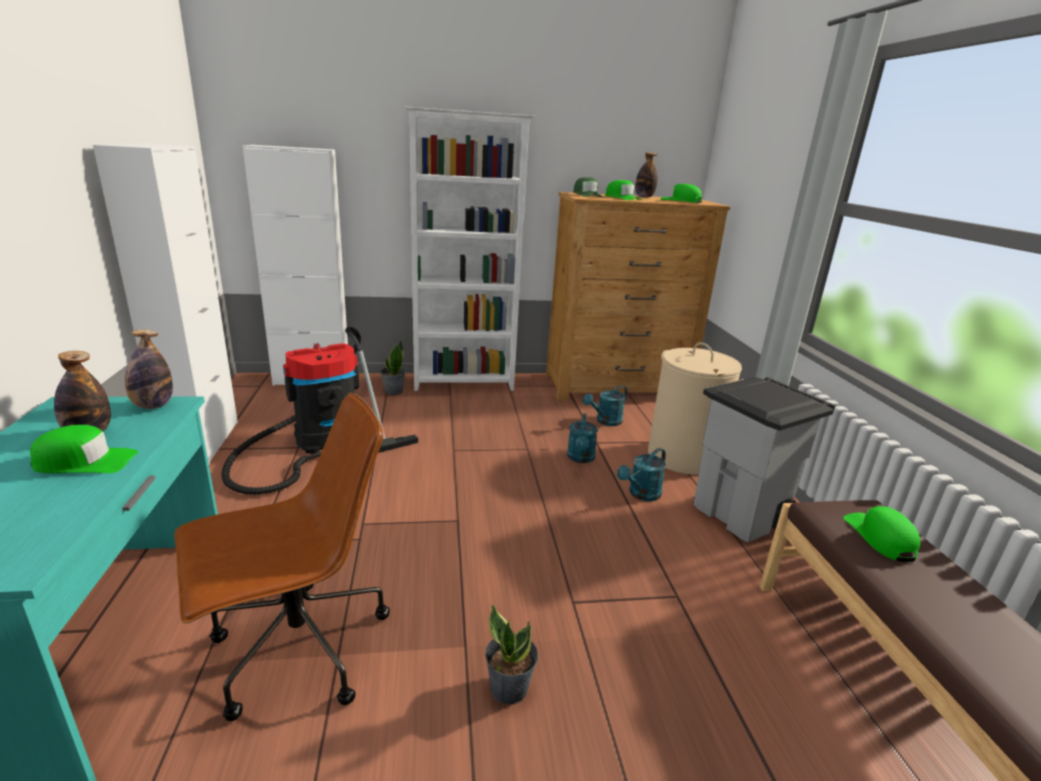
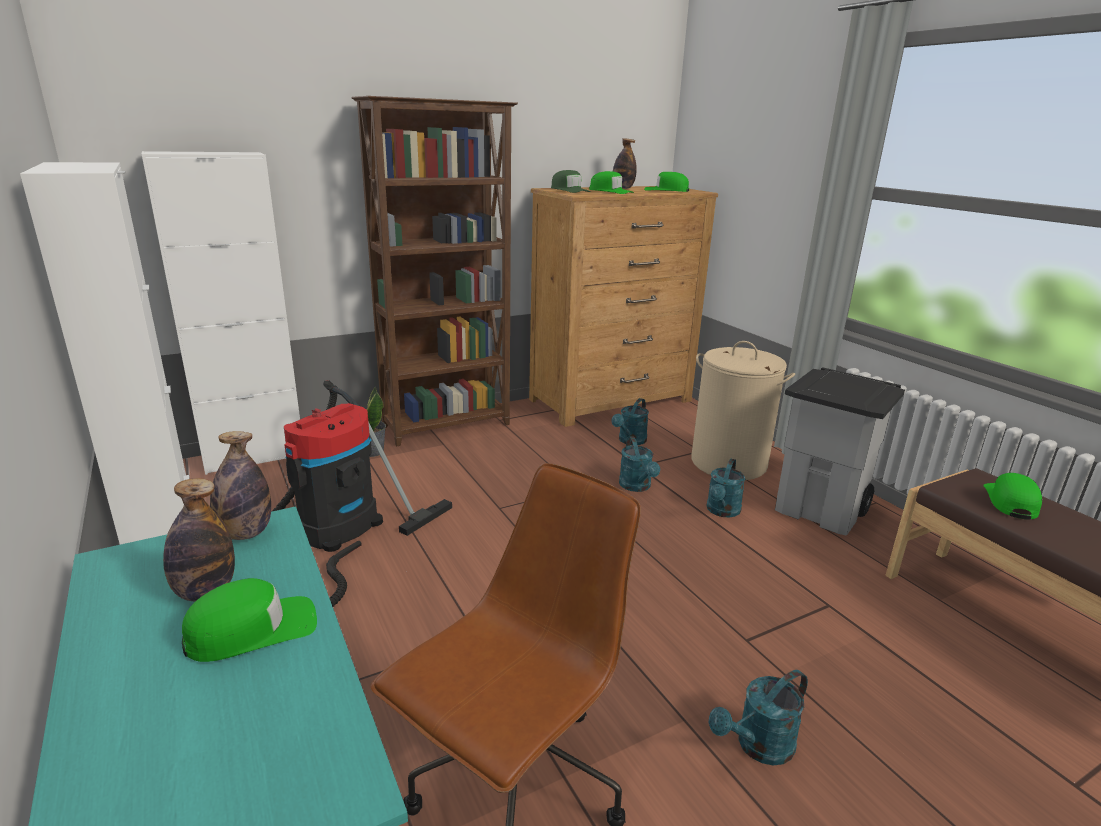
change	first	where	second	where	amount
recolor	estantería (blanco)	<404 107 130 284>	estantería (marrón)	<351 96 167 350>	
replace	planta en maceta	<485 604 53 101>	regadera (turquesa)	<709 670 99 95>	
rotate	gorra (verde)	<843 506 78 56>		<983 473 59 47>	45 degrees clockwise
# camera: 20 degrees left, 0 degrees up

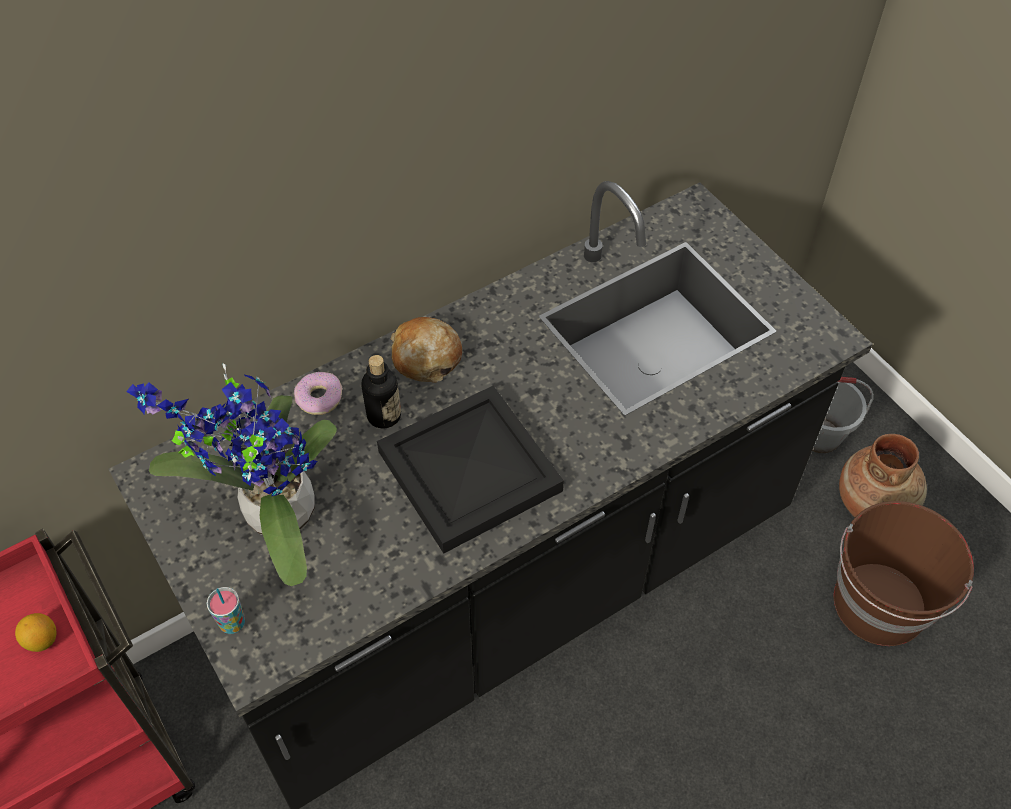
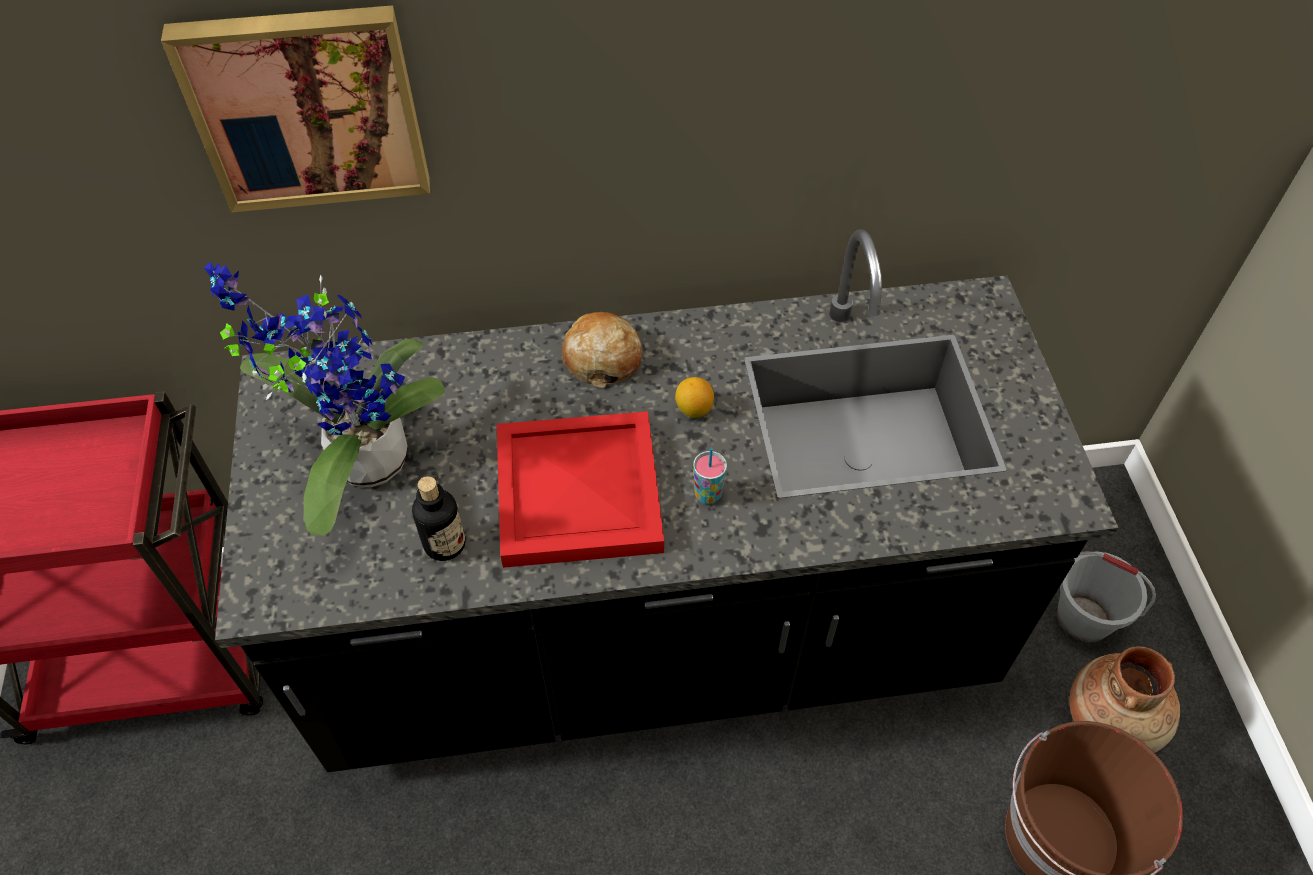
change	first	where	second	where	amount
move	limón	<15 613 42 39>		<675 377 39 41>	
move	taza	<207 587 38 47>		<693 448 34 56>	
delete	rosquilla	<294 372 49 43>			
move	botella	<361 355 40 73>		<412 476 53 85>	
recolor	bandeja (negro)	<377 386 187 167>	bandeja (rojo)	<497 411 167 157>	
insert			cuadro	<161 5 269 208>	
# camera: 25 degrees right, 0 degrees up

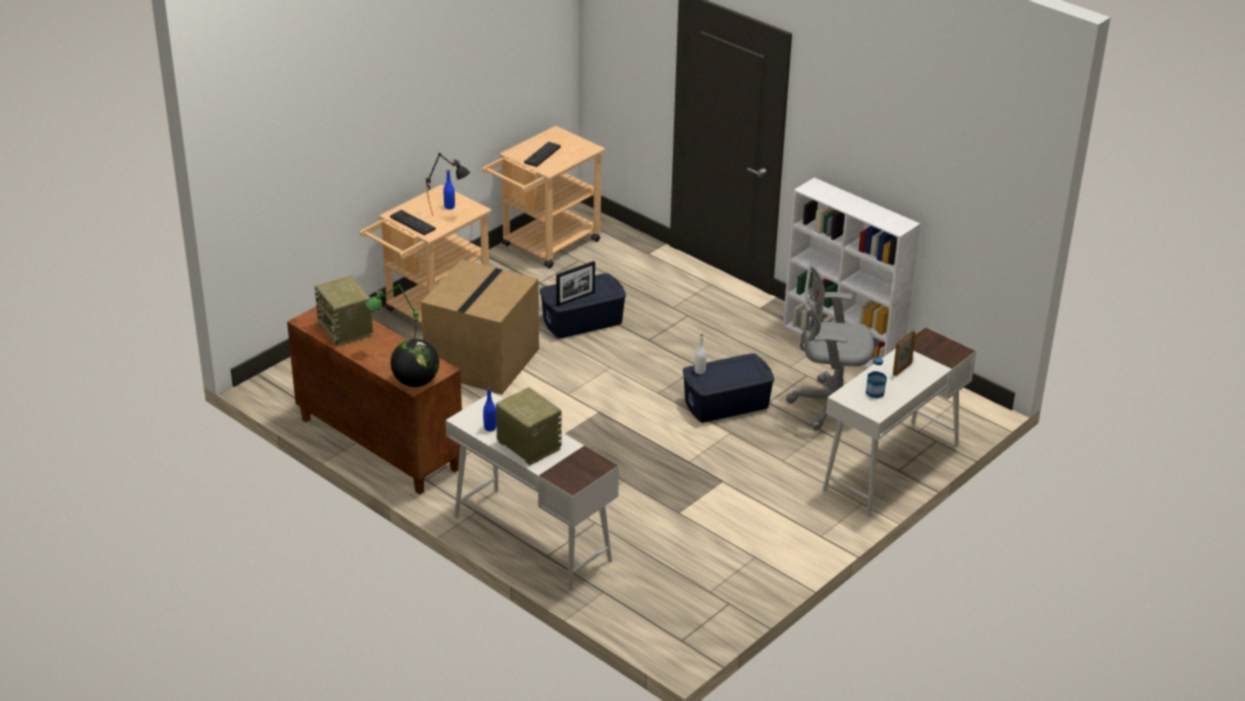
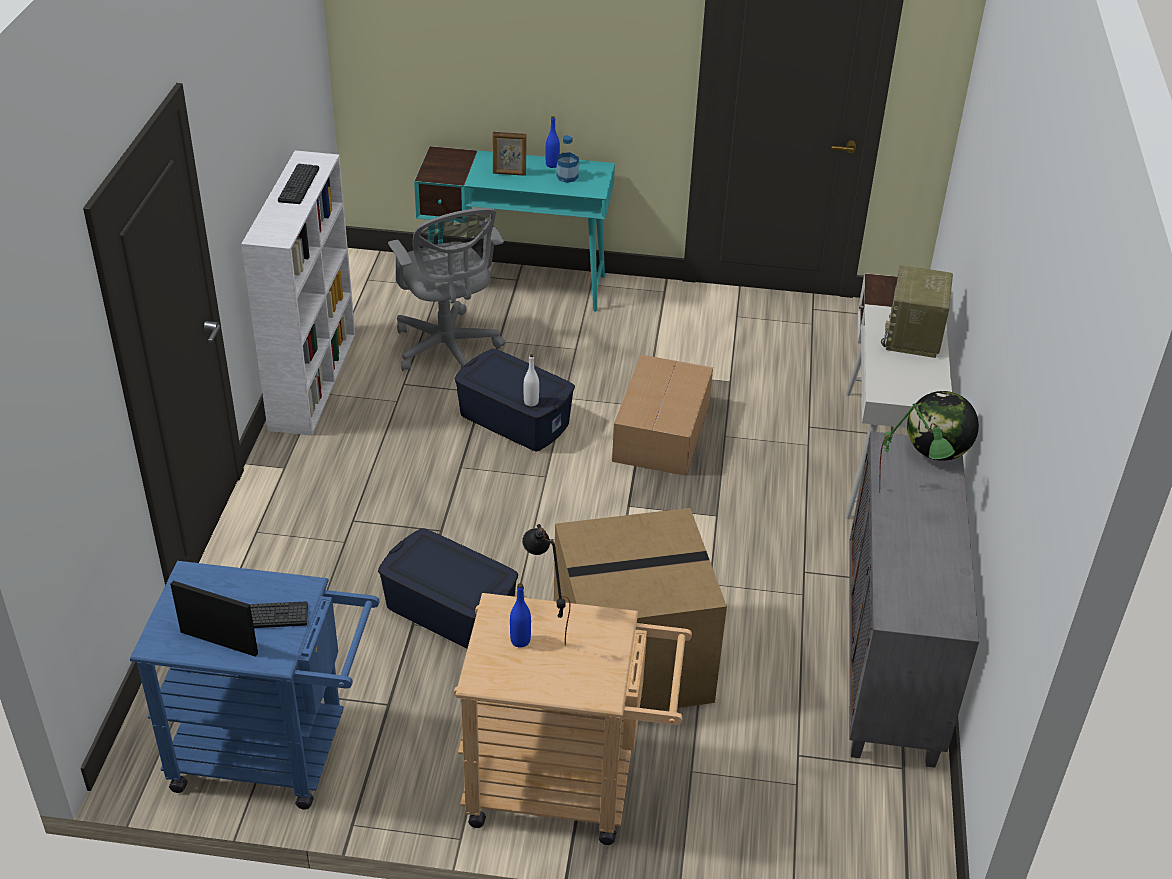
change	first	where	second	where	amount
recolor	armario (marrón)	<287 307 175 188>	armario (gris)	<849 431 130 337>	
delete	radio	<315 276 58 70>			
move	teclado	<390 210 46 25>		<278 164 41 40>	
recolor	carrito (beis)	<482 126 123 142>	carrito (azul)	<130 561 249 249>	
move	botella (azul)	<483 387 13 44>		<546 116 14 52>	
move	portarretratos	<556 261 39 45>		<170 581 88 76>	
recolor	escritorio (blanco)	<823 327 153 189>	escritorio (turquesa)	<414 146 201 166>	
insert			caja de cartón	<612 355 101 121>	
# camera: 125 degrees left, 5 degrees up

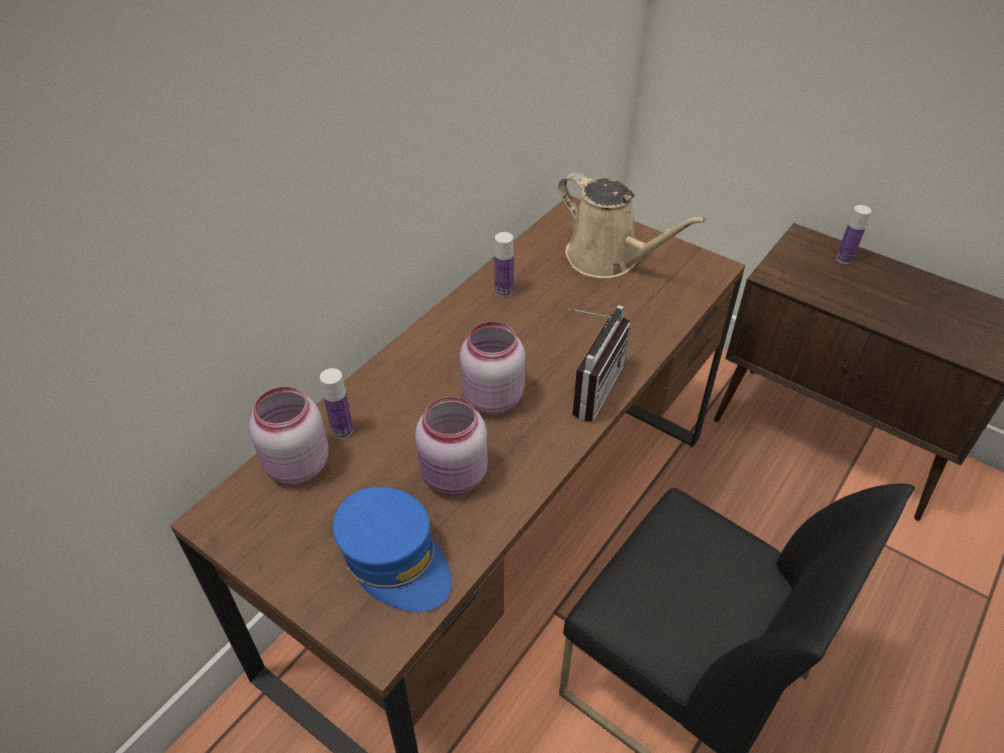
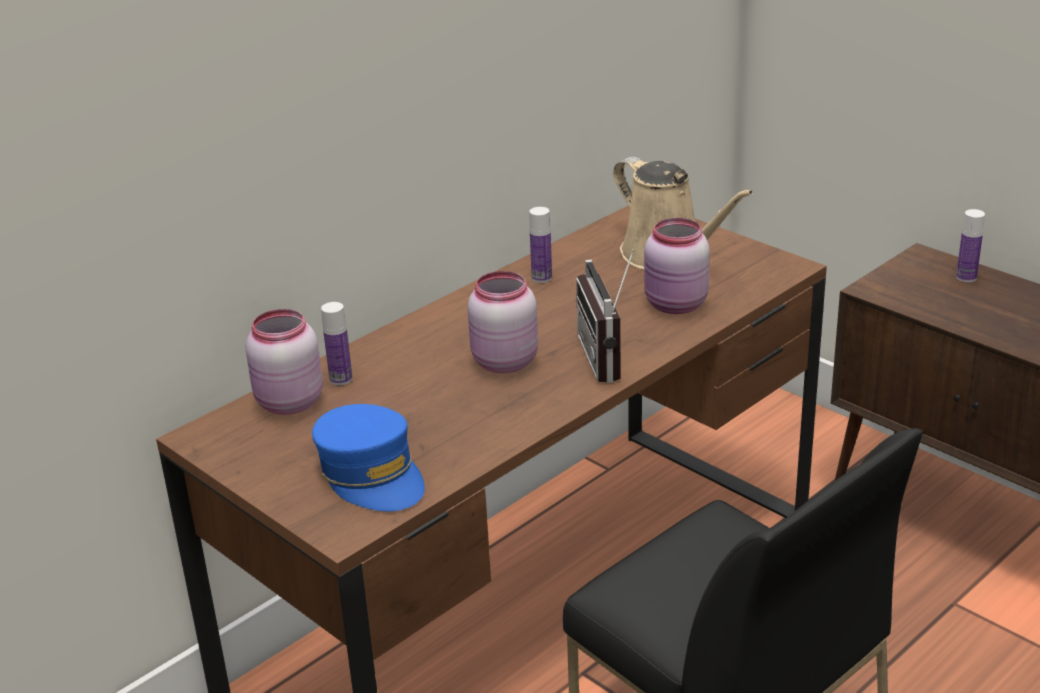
change	first	where	second	where	amount
move	tarro (rosa)	<415 397 73 99>		<644 218 66 96>	
rotate	radio	<568 305 62 117>		<576 249 58 134>	135 degrees clockwise
# camera: 10 degrees right, 15 degrees down

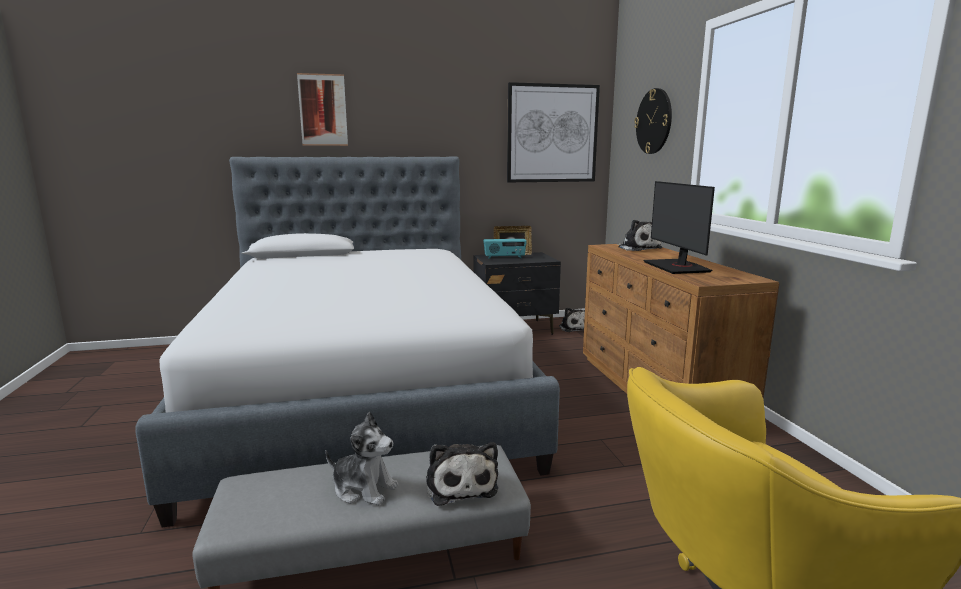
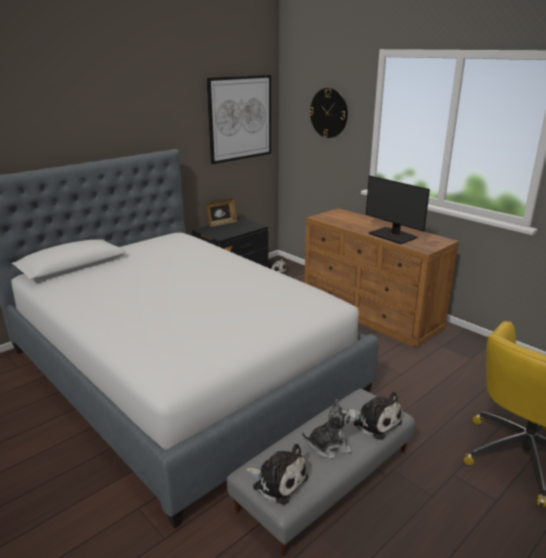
change	first	where	second	where	amount
delete	cuadro	<297 73 51 73>			
delete	radio	<483 239 44 20>			
move	peluche	<617 220 46 31>		<246 443 62 62>	
# camera: 30 degrees left, 10 degrees up

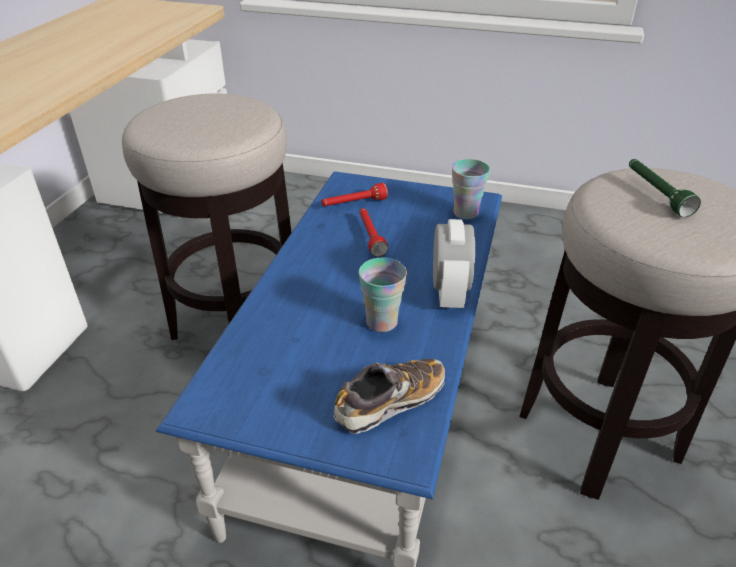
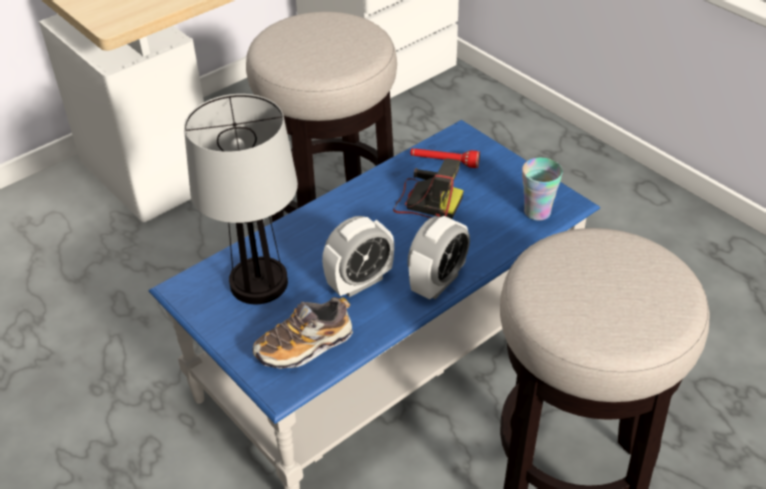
change	first	where	second	where	amount
rotate	zapato	<333 359 112 75>		<252 297 101 72>	150 degrees clockwise
replace	linterna (rojo)	<359 208 29 49>	cámara	<393 159 71 60>	
replace	taza	<359 258 48 74>	despertador	<322 216 72 81>	
delete	linterna (verde)	<629 159 72 58>			
insert			lámpara de mesa	<184 94 114 210>	
# camera: 35 degrees right, 5 degrees up

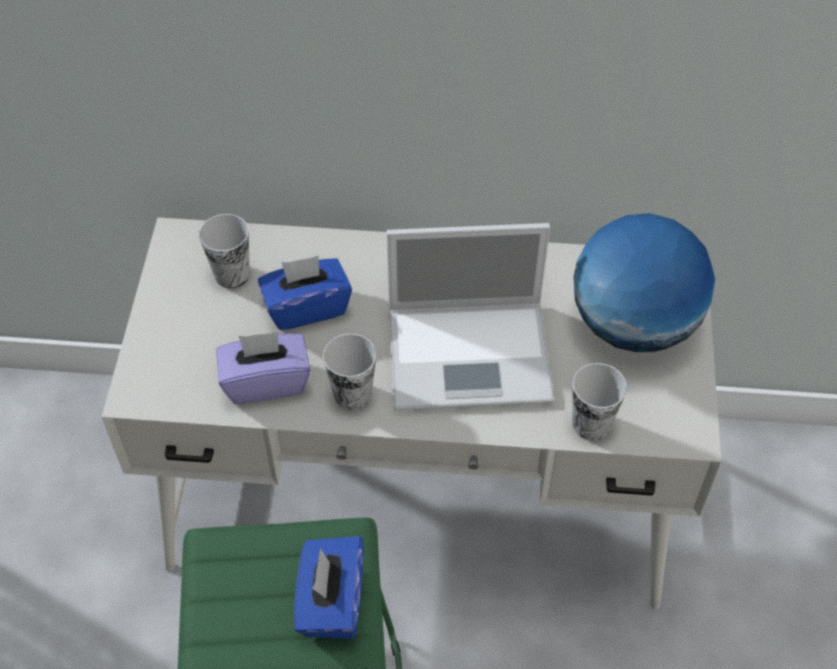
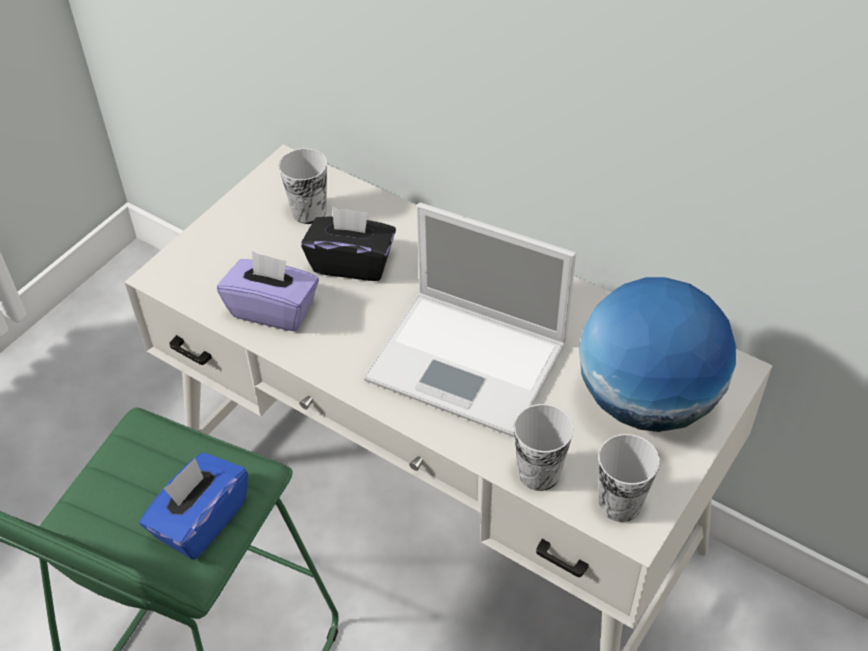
change	first	where	second	where	amount
recolor	caja de pañuelos (azul)	<258 256 94 74>	caja de pañuelos (negro)	<301 206 95 75>	
move	taza	<323 334 53 77>		<598 434 62 88>	
# camera: 30 degrees right, 5 degrees down

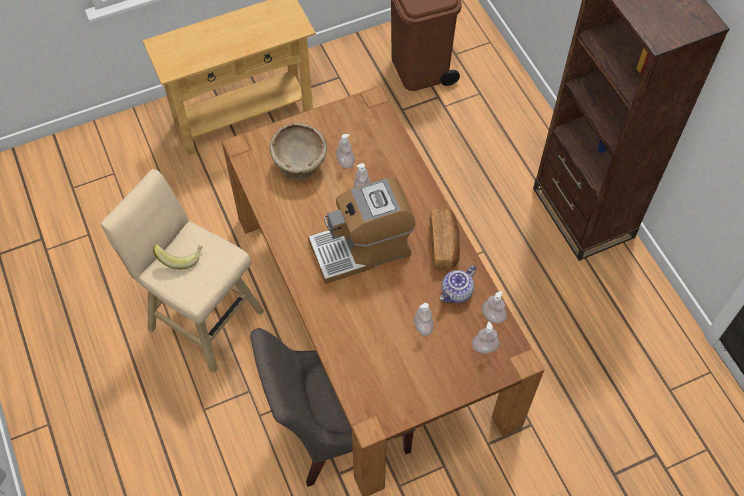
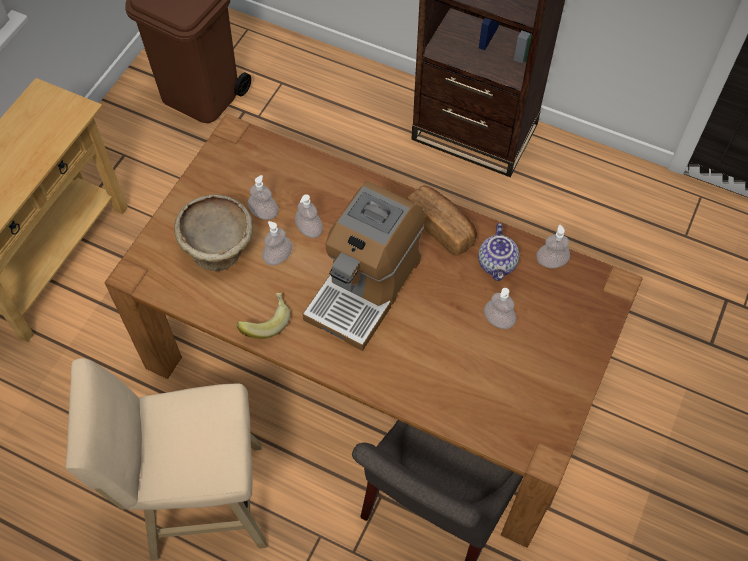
change	first	where	second	where	amount
move	plátano	<153 244 50 25>		<237 293 53 46>	
move	dispensador de jabón	<472 322 28 31>		<262 221 30 44>	
# camera: 40 degrees left, 0 degrees up

